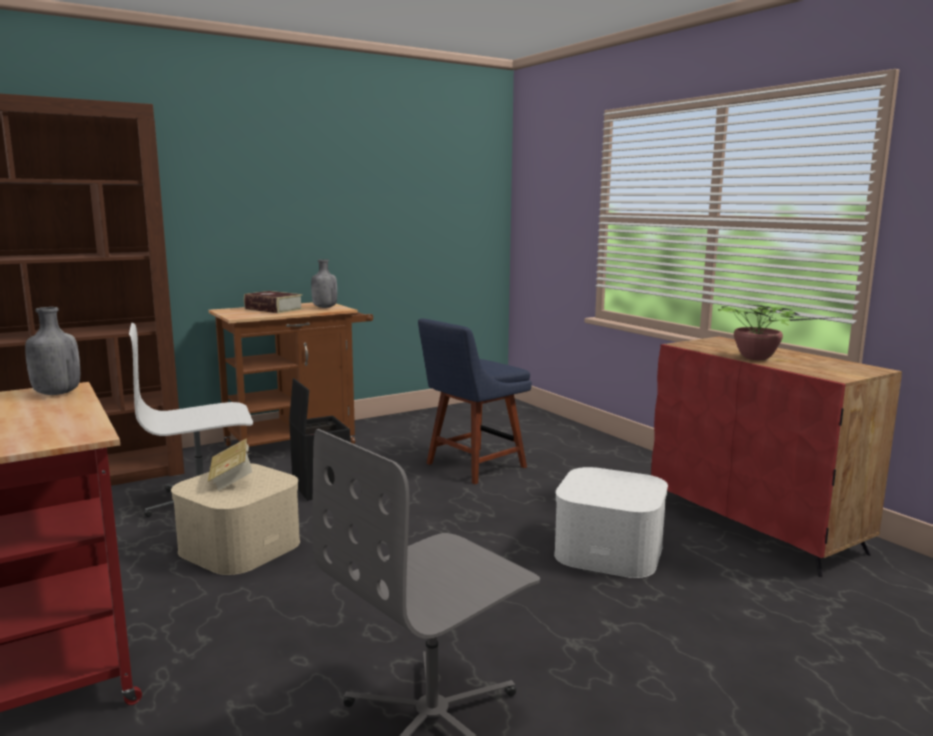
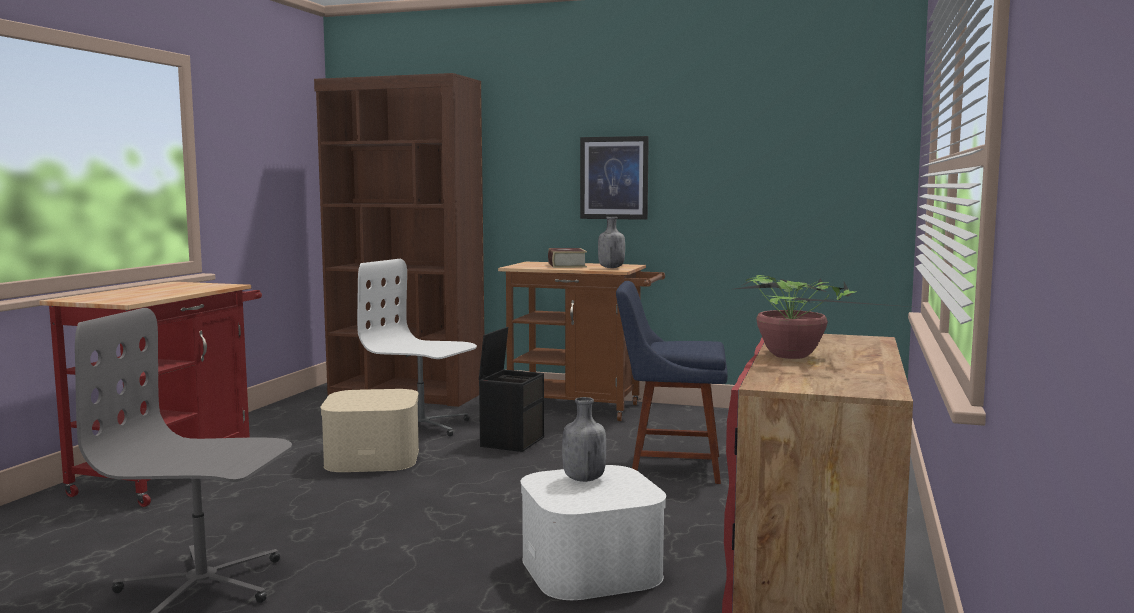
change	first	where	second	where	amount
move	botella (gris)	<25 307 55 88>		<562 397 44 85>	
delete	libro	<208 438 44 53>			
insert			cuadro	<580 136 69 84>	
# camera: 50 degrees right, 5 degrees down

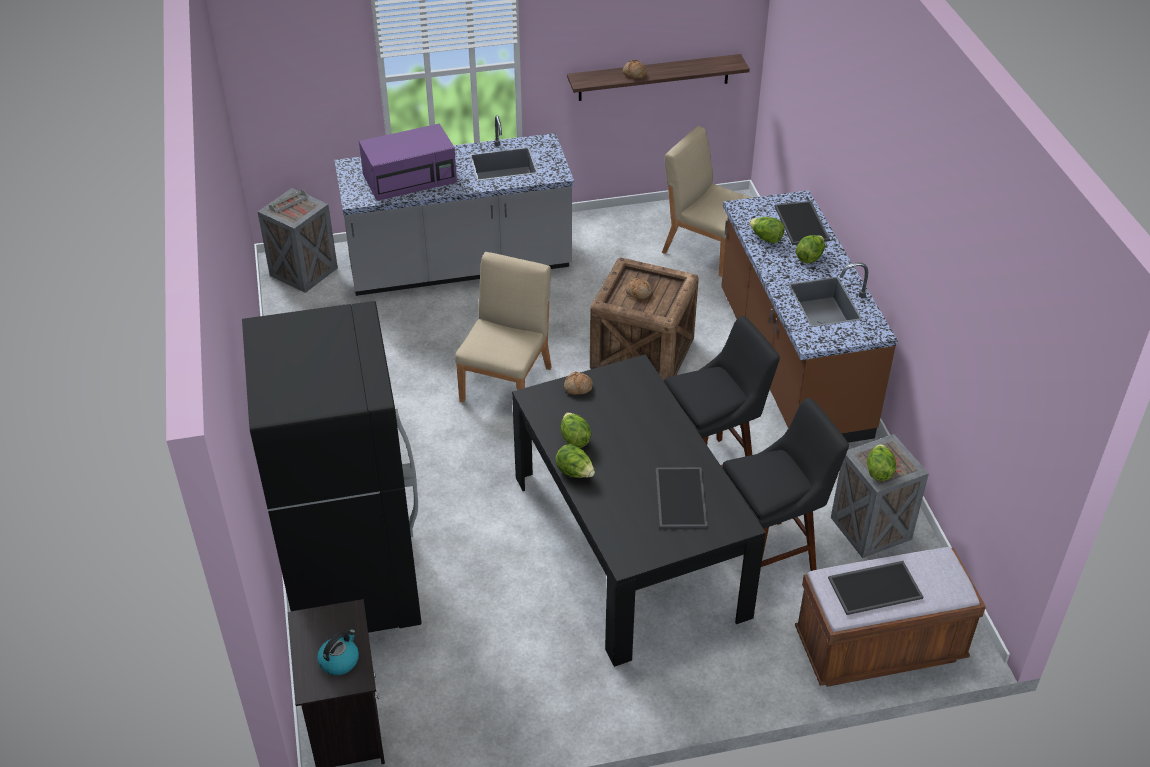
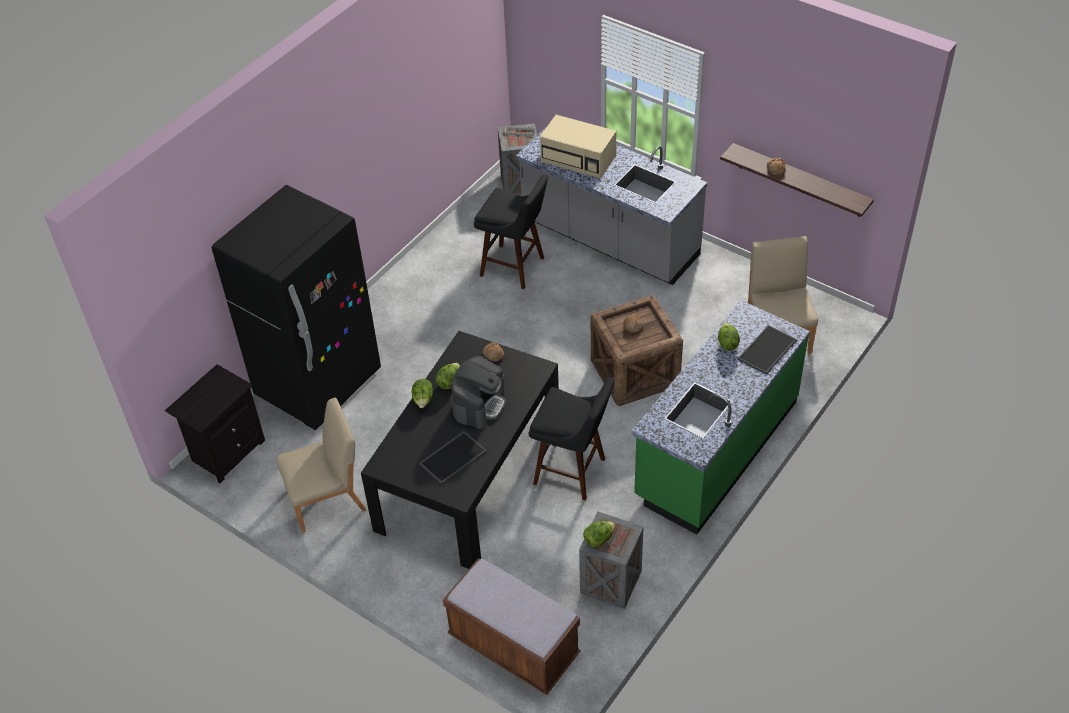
change	first	where	second	where	amount
delete	hervidor	<317 629 42 46>			
recolor	microondas (morado)	<359 123 98 78>	microondas (beis)	<540 115 76 63>	
move	silla (beis)	<455 252 97 151>		<276 397 90 136>	
recolor	mueble bajo de cocina (marrón)	<721 190 177 253>	mueble bajo de cocina (verde)	<631 300 179 235>	
move	taburete (negro)	<723 398 126 173>		<474 174 74 115>	
delete	lechuga	<796 235 29 28>			
delete	bandeja	<828 561 95 54>			
insert			cafetera	<451 356 55 73>	
# camera: 50 degrees right, 5 degrees up

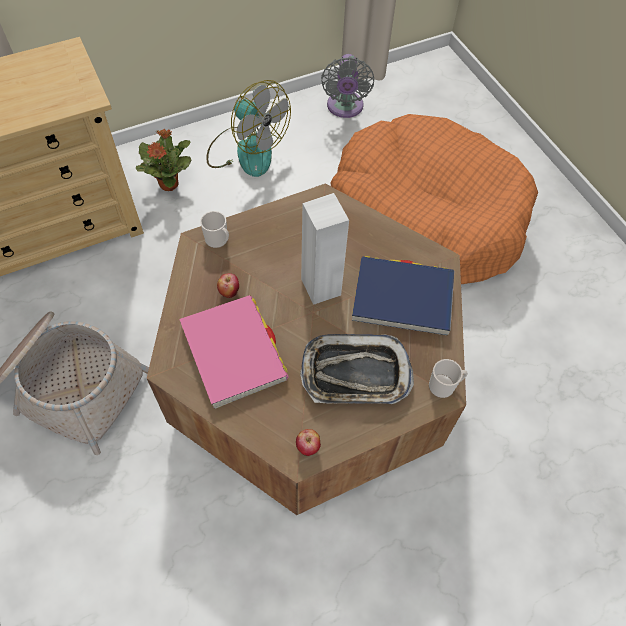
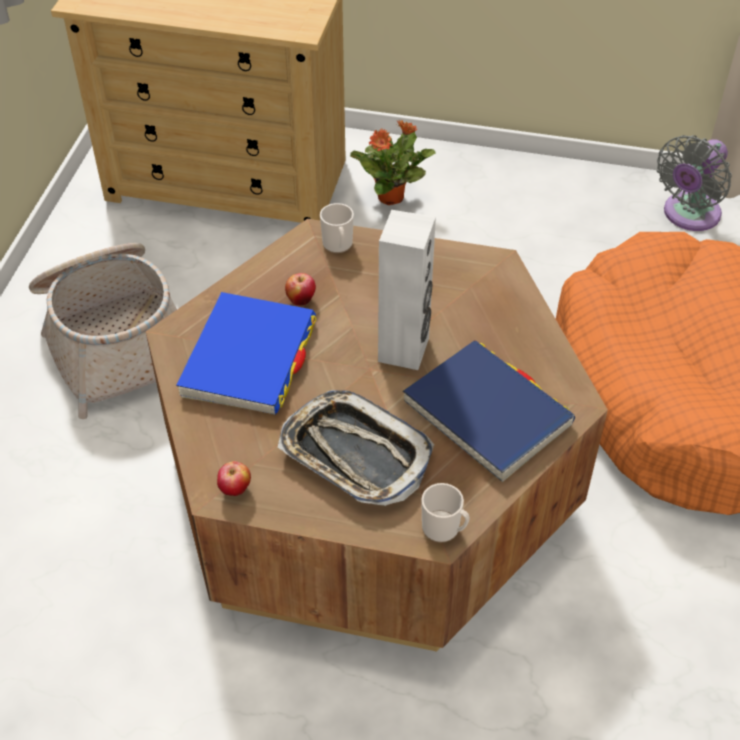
change	first	where	second	where	amount
recolor	libro (rosa)	<179 295 110 114>	libro (azul)	<176 292 140 123>	
delete	ventilador	<206 80 85 97>			
# camera: 40 degrees right, 10 degrees down

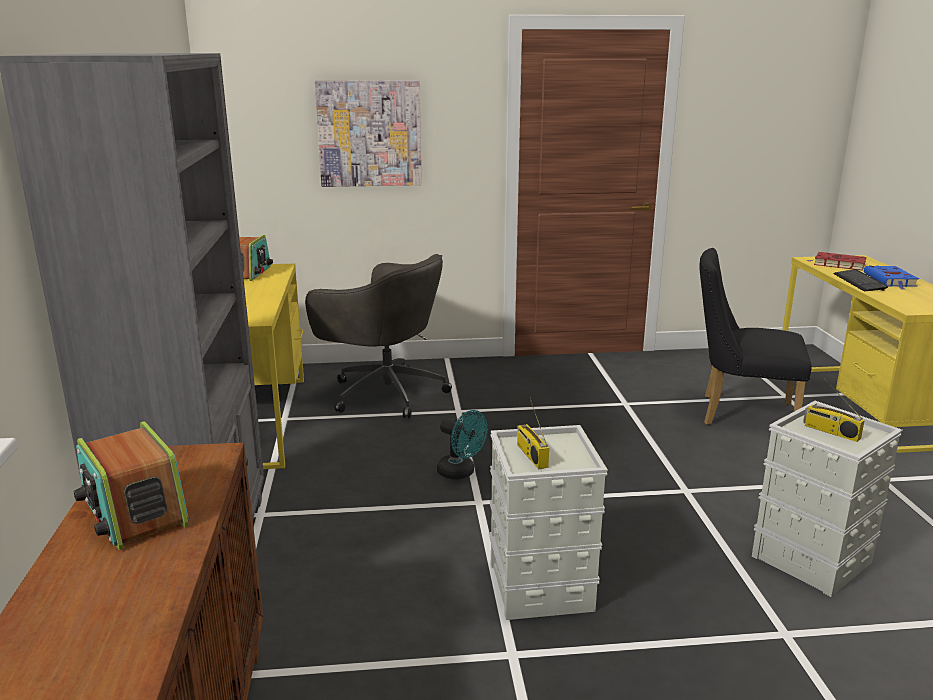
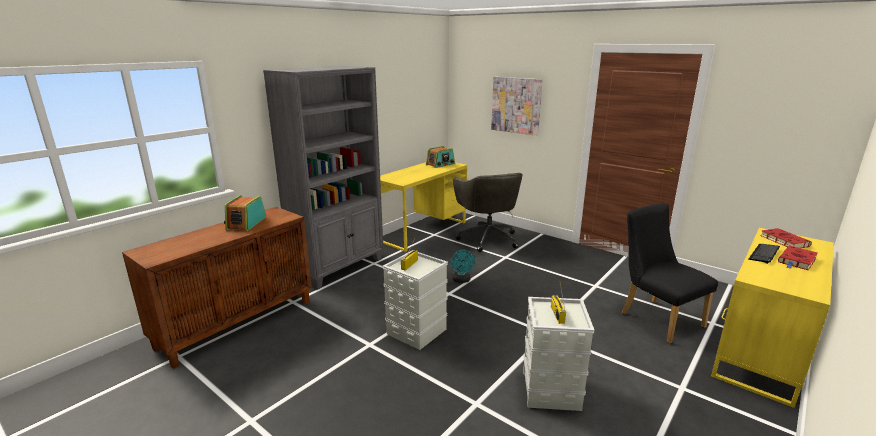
change	first	where	second	where	amount
recolor	libro (azul)	<864 266 55 24>	libro (rojo)	<778 246 40 24>	
# camera: 45 degrees right, 0 degrees up

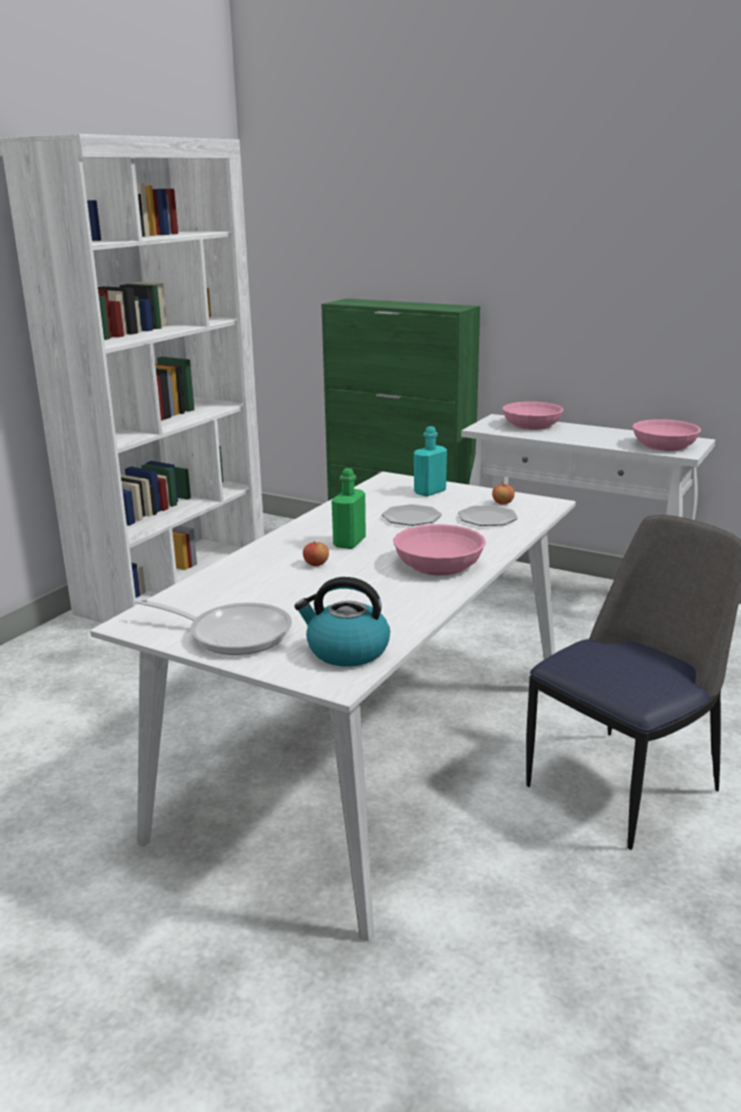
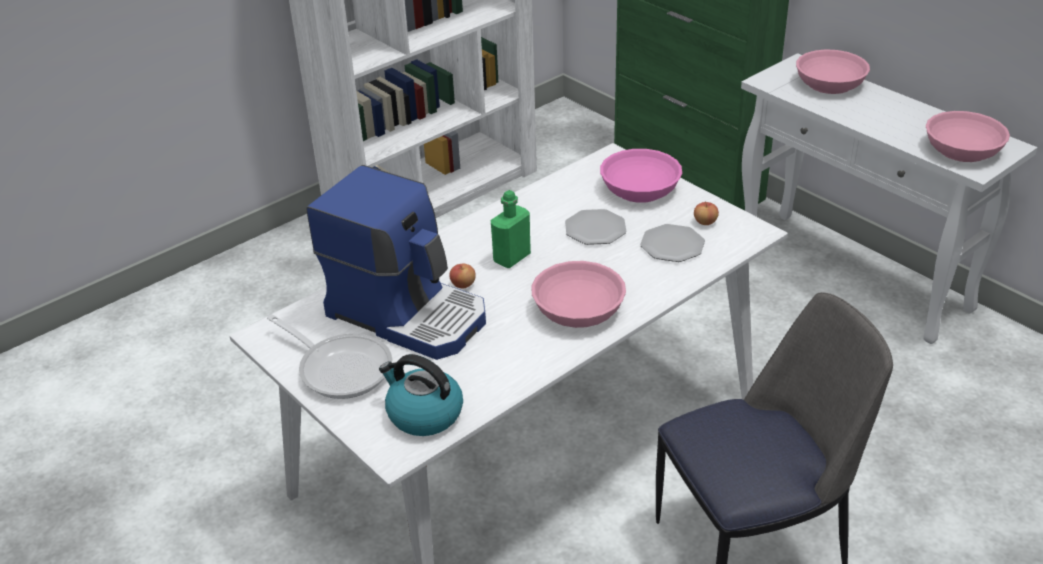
change	first	where	second	where	amount
replace	botella (turquesa)	<414 426 33 71>	cuenco (rosa)	<600 149 82 54>	
insert			cafetera	<307 165 179 195>	
# camera: 20 degrees right, 15 degrees up

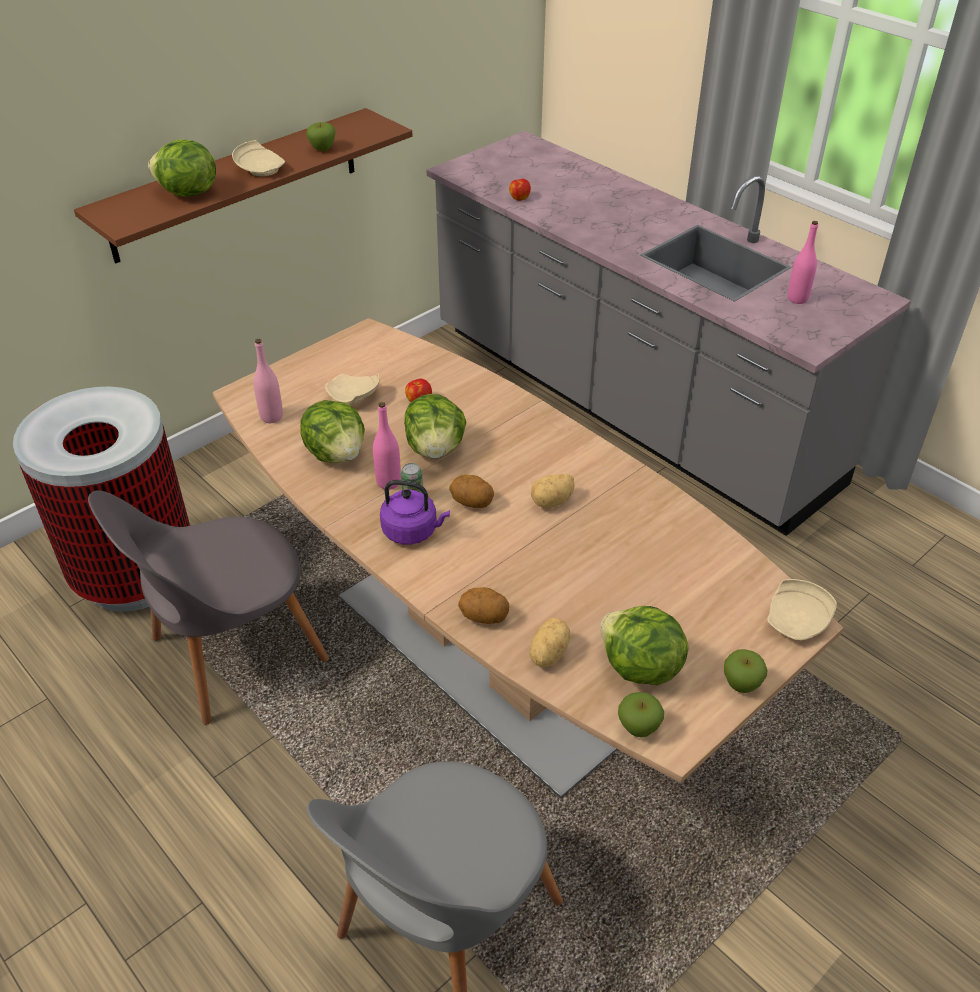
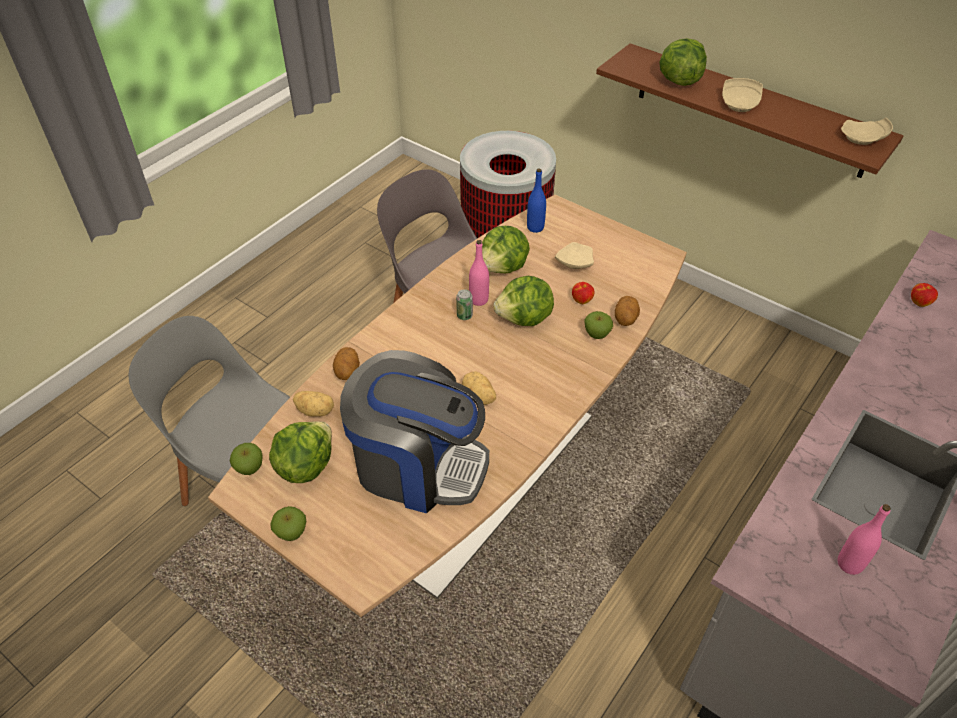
change	first	where	second	where	amount
recolor	botella (rosa)	<254 339 29 84>	botella (azul)	<527 168 19 65>	
move	manzana	<306 122 30 29>		<585 311 28 28>	
delete	hervidor (morado)	<380 480 70 65>			
move	patata	<449 475 45 33>		<615 296 25 30>	
move	plato (beis)	<767 579 70 61>		<841 118 52 27>	
insert			cafetera	<340 350 149 163>	
# camera: 80 degrees right, 5 degrees up

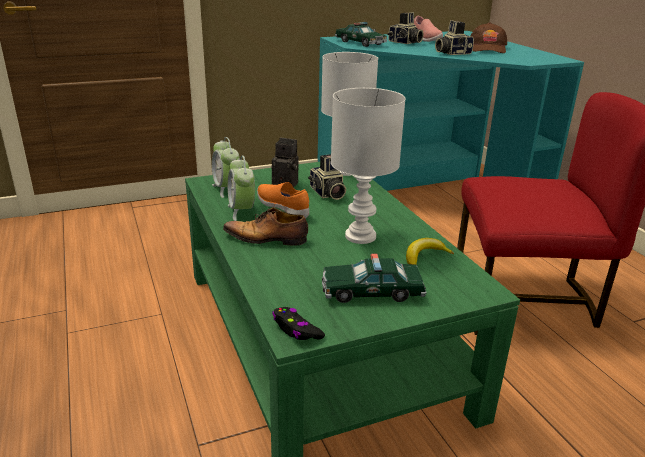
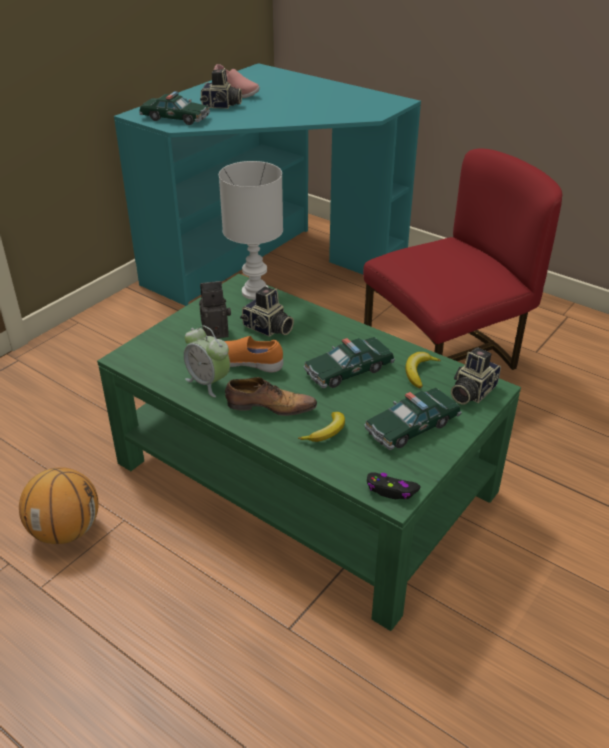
change	first	where	second	where	amount
delete	despertador	<212 137 27 61>			
rotate	zapato	<223 207 85 39>		<225 377 92 39>	150 degrees counterclockwise
replace	lámpara de mesa (blanco)	<331 88 75 156>	coche de juguete	<304 337 91 51>	
move	cámara	<435 20 39 35>		<451 347 50 57>	
delete	gorra (marrón)	<470 22 37 31>			
insert			balón de baloncesto	<19 467 80 77>	
insert			plátano	<298 412 47 30>	
# camera: 30 degrees left, 10 degrees up

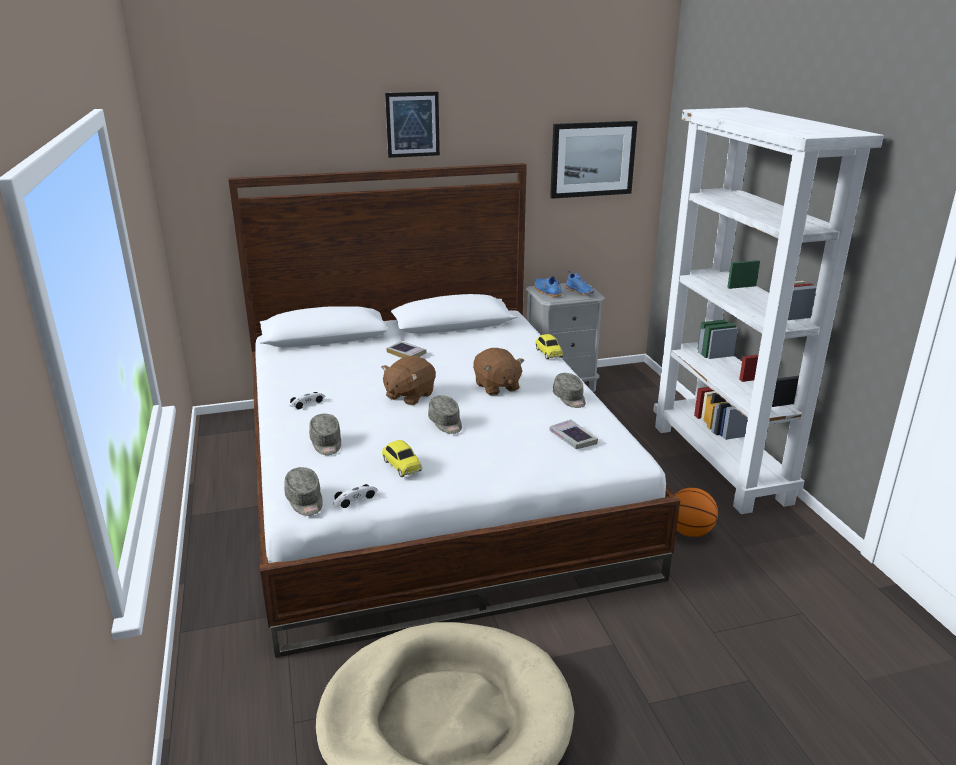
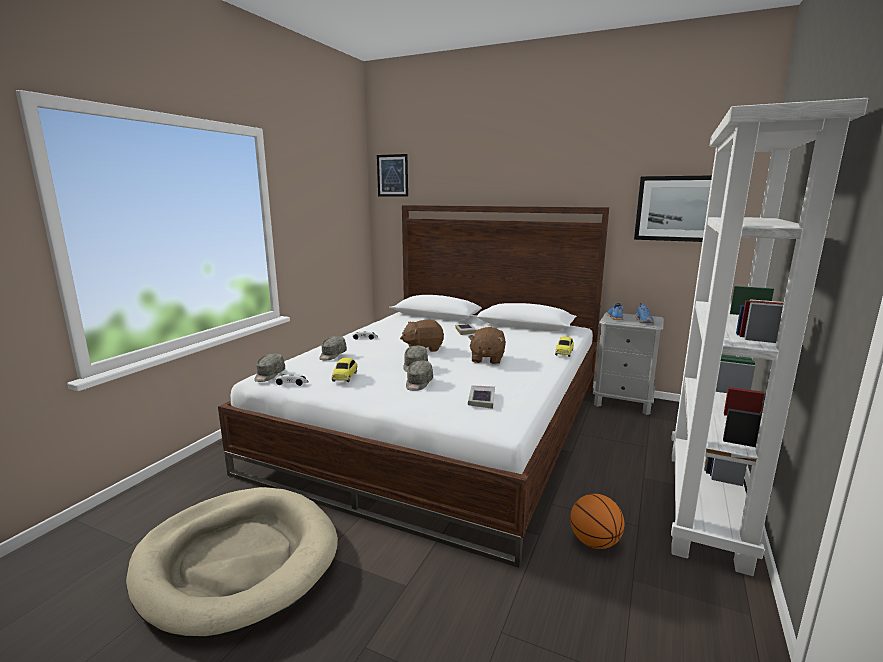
change	first	where	second	where	amount
move	cuadro	<385 92 55 66>		<377 154 31 42>	
move	gorra (gris)	<553 373 33 35>		<406 361 27 30>	
# camera: 40 degrees right, 10 degrees down

